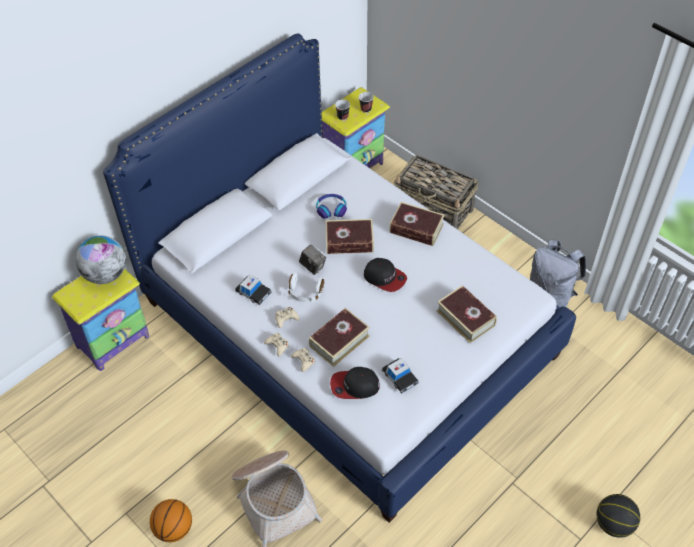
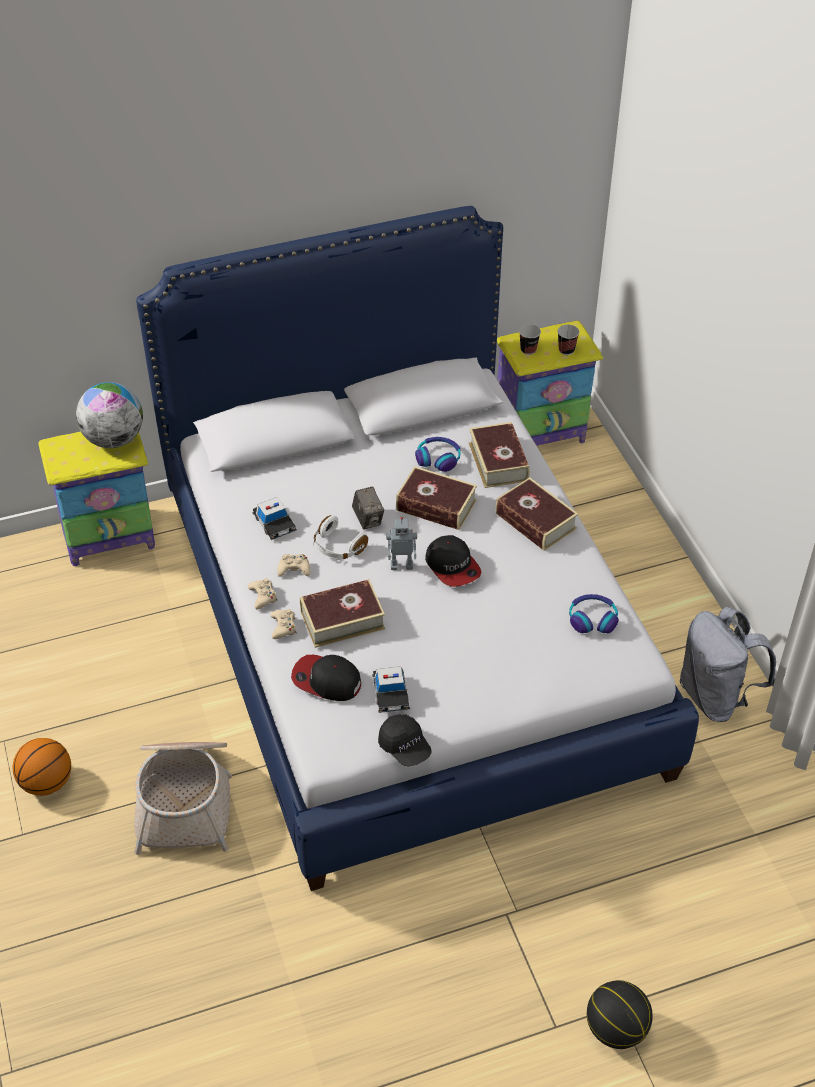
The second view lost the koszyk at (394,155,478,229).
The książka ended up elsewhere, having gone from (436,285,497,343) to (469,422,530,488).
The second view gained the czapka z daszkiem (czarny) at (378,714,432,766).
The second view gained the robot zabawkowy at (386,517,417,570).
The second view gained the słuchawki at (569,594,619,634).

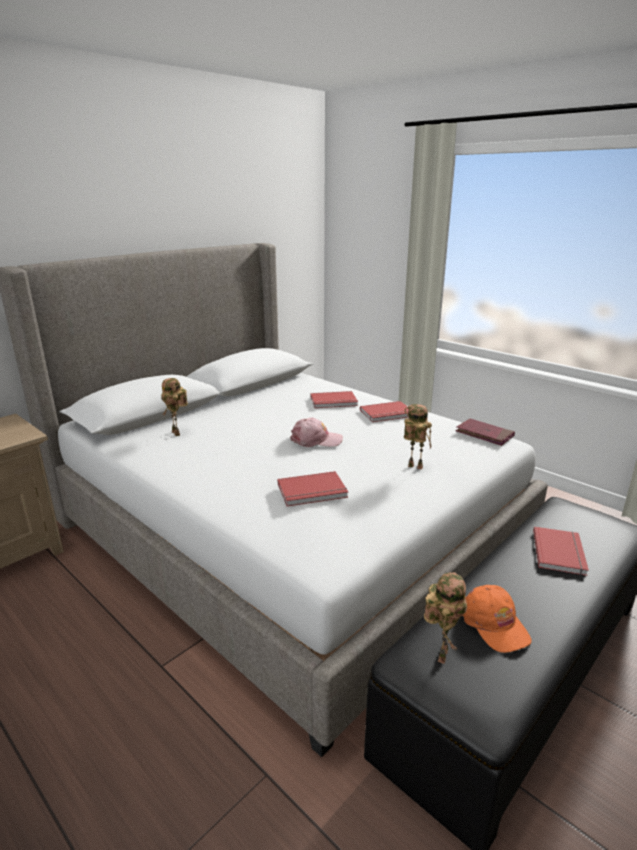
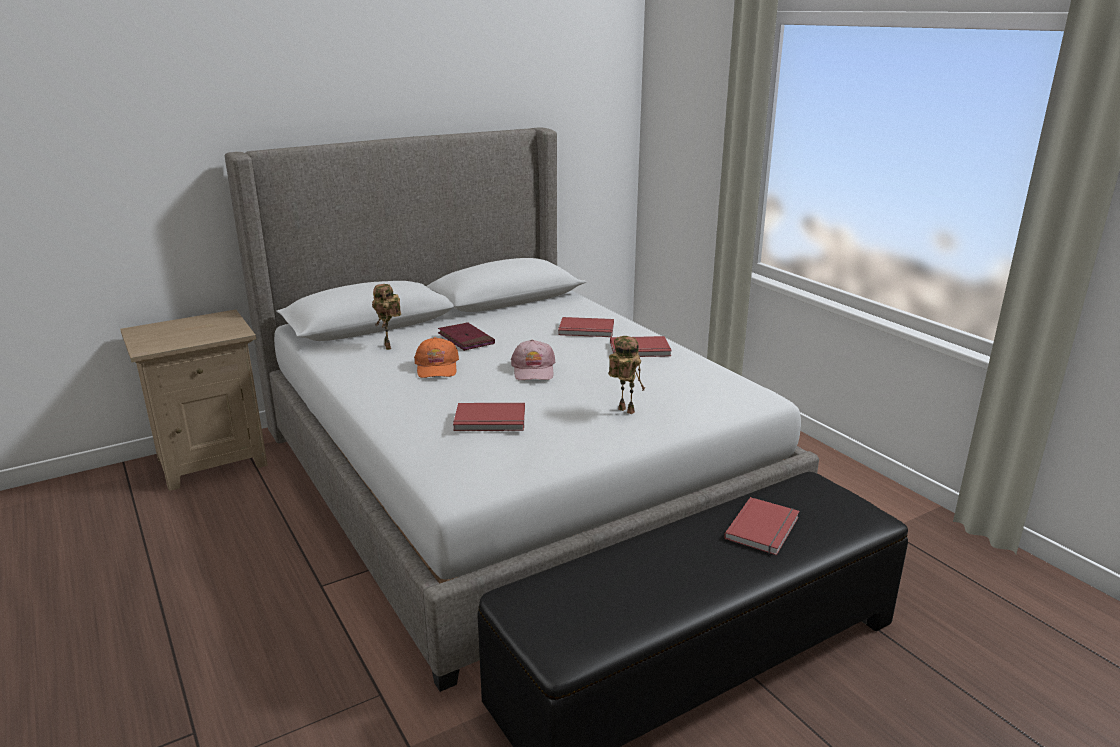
The czapka z daszkiem (różowy) at (290,418,343,447) ended up facing another way, 75 degrees clockwise from before.
The second view lost the robot zabawkowy at (424,572,467,664).
The książka (czerwony) ended up elsewhere, having gone from (456,419,515,446) to (438,322,495,351).
The czapka z daszkiem (pomarańczowy) ended up elsewhere, having gone from (462,585,532,653) to (414,337,459,378).

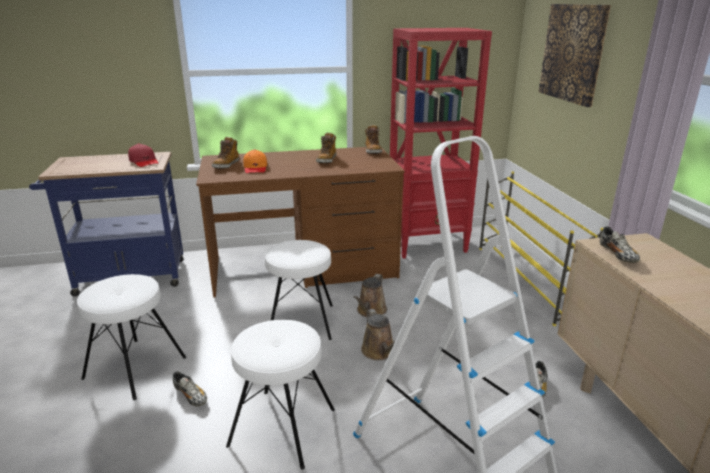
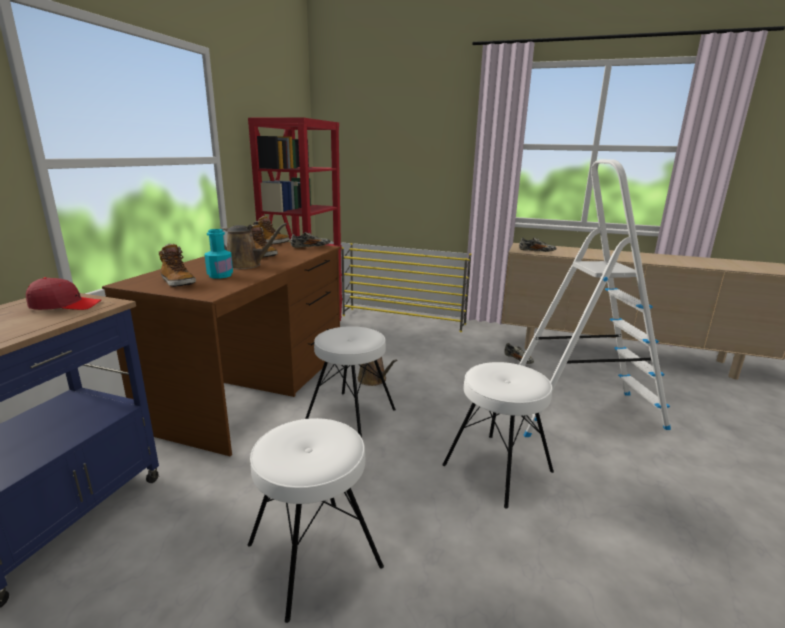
The but ended up elsewhere, having gone from (173,371,207,407) to (290,232,330,248).
Where the czapka z daszkiem (pomarańczowy) stood at (243,149,267,173), the butelka (turkusowy) came to stand at (205,229,233,279).
The konewka (brązowy) ended up elsewhere, having gone from (361,309,396,360) to (220,223,287,269).
The second view lost the obraz at (539,4,611,107).

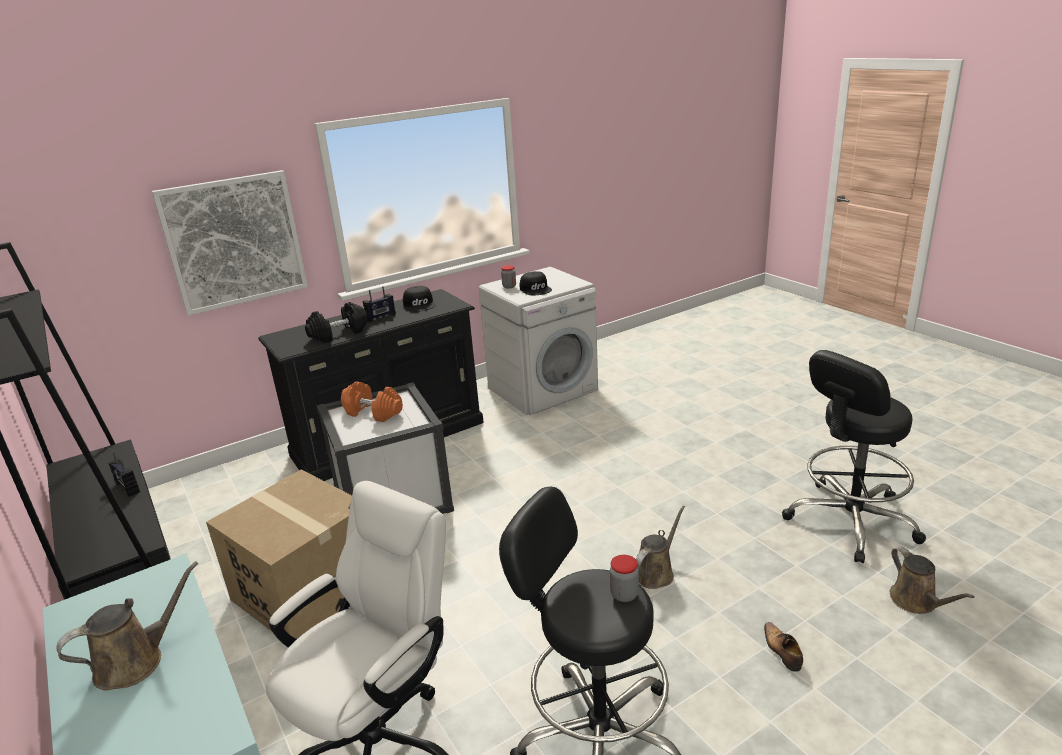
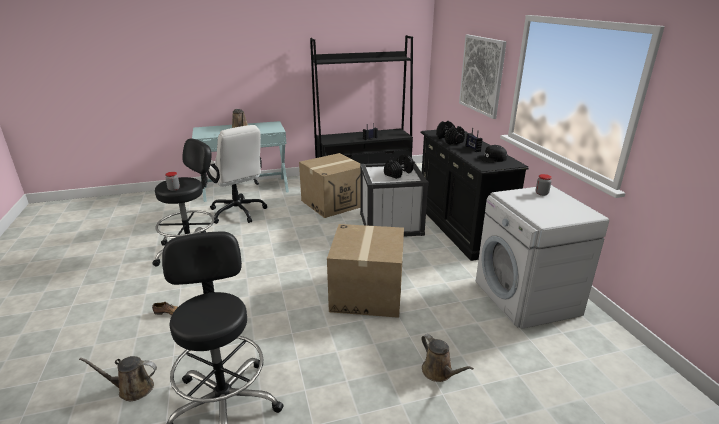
What was the hantel (pomarańczowy) at (341,382,403,422) turned into the hantel (czarny) at (384,154,414,179).
The second view lost the czapka z daszkiem (czarny) at (520,271,552,295).
The konewka (brązowy) ended up elsewhere, having gone from (636,505,685,589) to (421,334,474,382).
The second view gained the karton at (327,224,404,318).

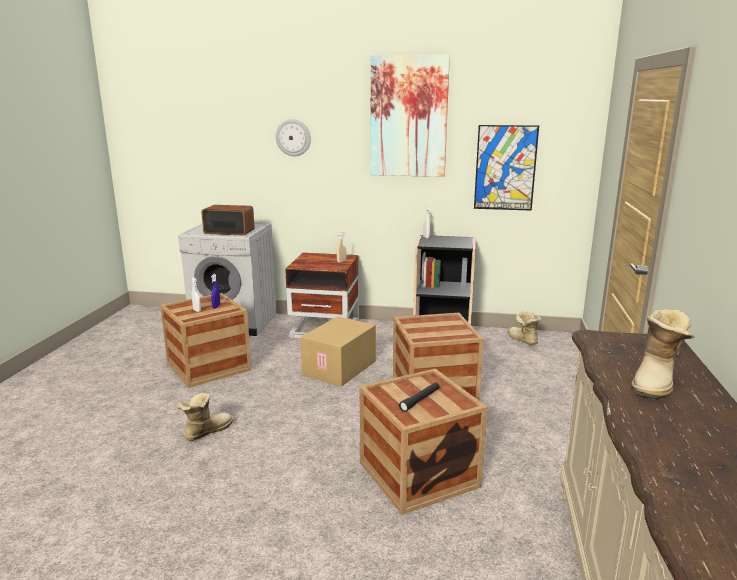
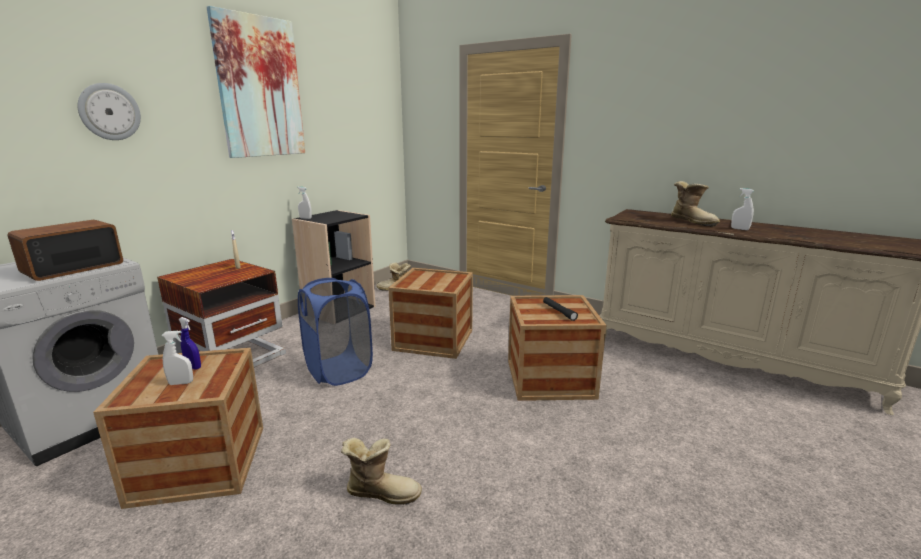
The but z cholewką at (177,393,234,441) ended up facing another way, 120 degrees clockwise from before.
Where the karton stood at (300,316,376,387), the kosz na pranie (niebieski) came to stand at (298,278,373,386).
The second view lost the obraz at (474,125,539,211).
The second view gained the spryskiwacz (biały) at (731,188,754,230).

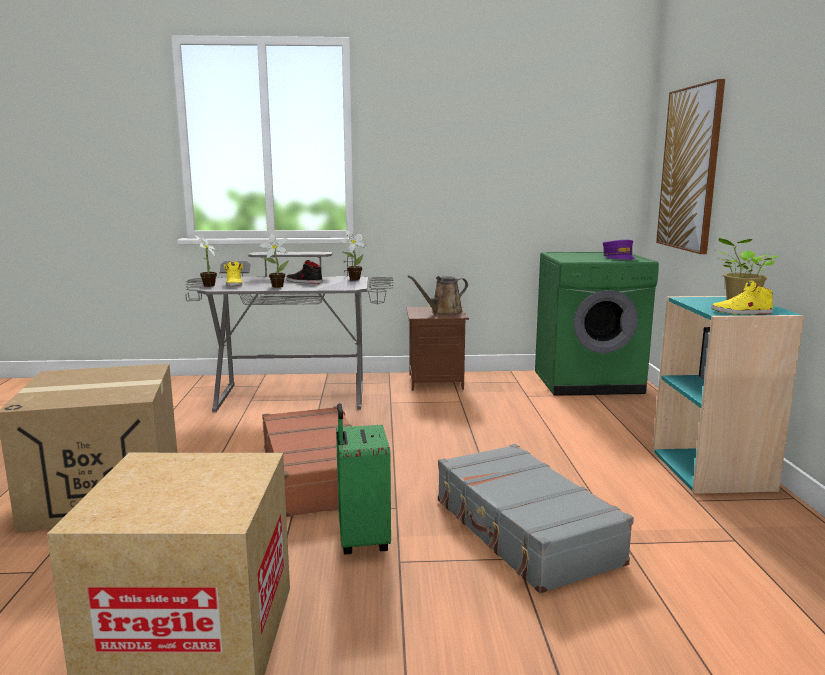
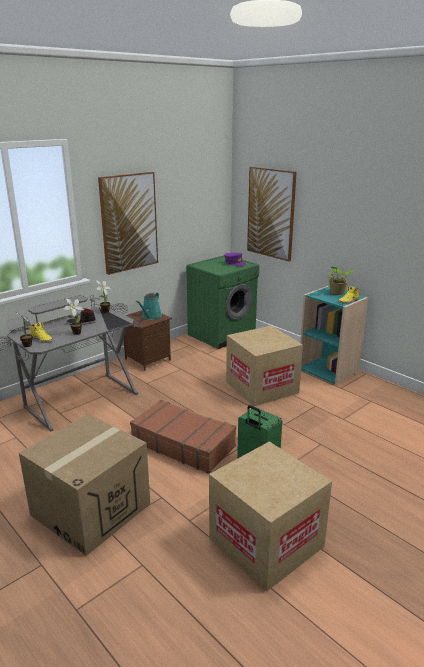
What was the konewka (brązowy) at (407,275,468,315) turned into the konewka (turkusowy) at (136,292,162,320).
The second view lost the walizka (szary) at (438,444,634,594).
The second view gained the obraz at (98,172,158,275).
The second view gained the karton at (226,325,303,406).

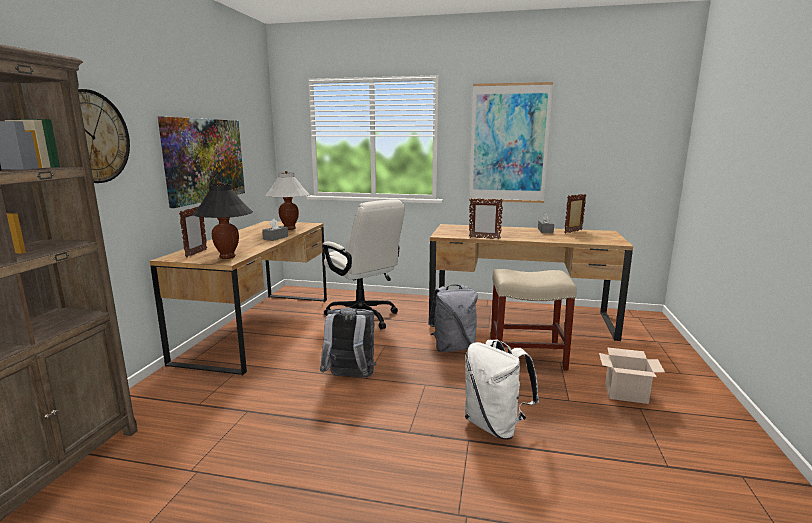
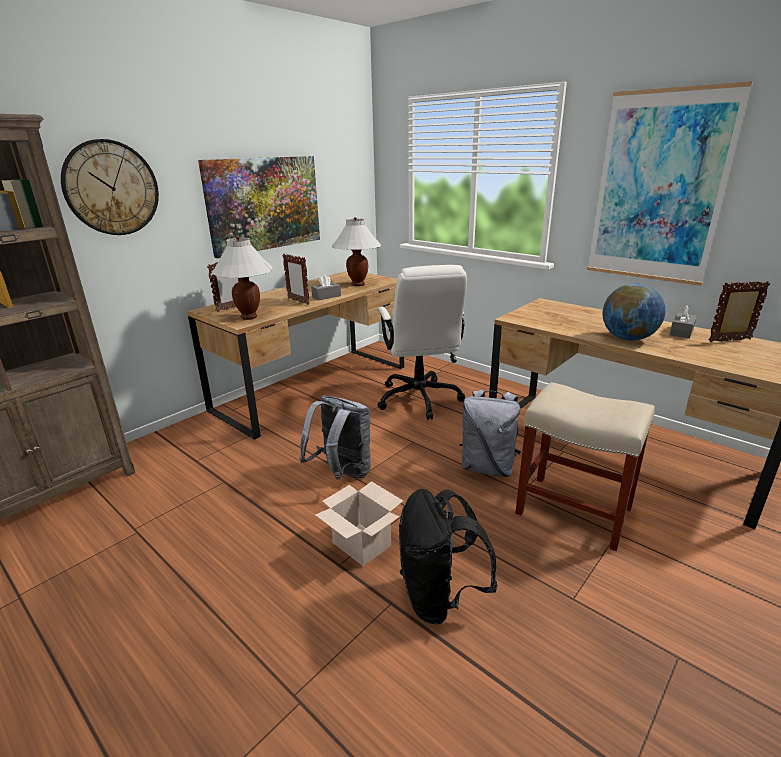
What was the lampa stołowa (czarny) at (192,182,253,259) turned into the lampa stołowa (biały) at (211,236,273,320).
What was the plecak (biały) at (465,340,539,439) turned into the plecak (czarny) at (399,489,497,624).
The ramka na zdjęcie ended up elsewhere, having gone from (469,198,503,239) to (282,254,310,305).
The karton ended up elsewhere, having gone from (599,347,665,404) to (315,481,403,566).
The second view gained the globus at (602,283,666,341).

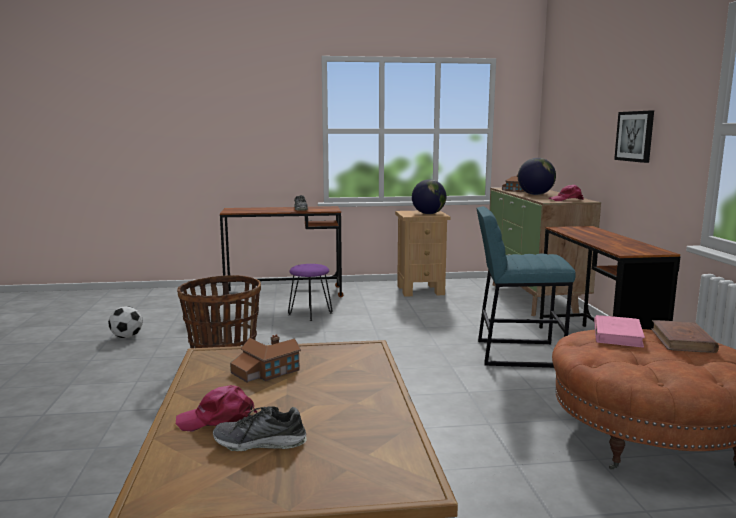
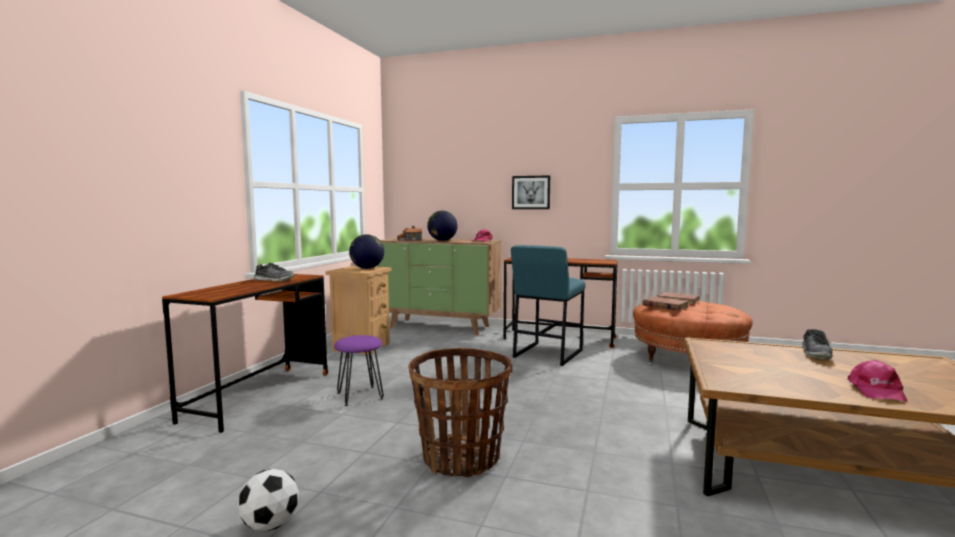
The but ended up elsewhere, having gone from (213,406,307,451) to (802,329,833,359).
The second view lost the domek at (230,334,301,383).
What was the książka (różowy) at (594,315,645,348) turned into the książka (brązowy) at (642,297,689,311).

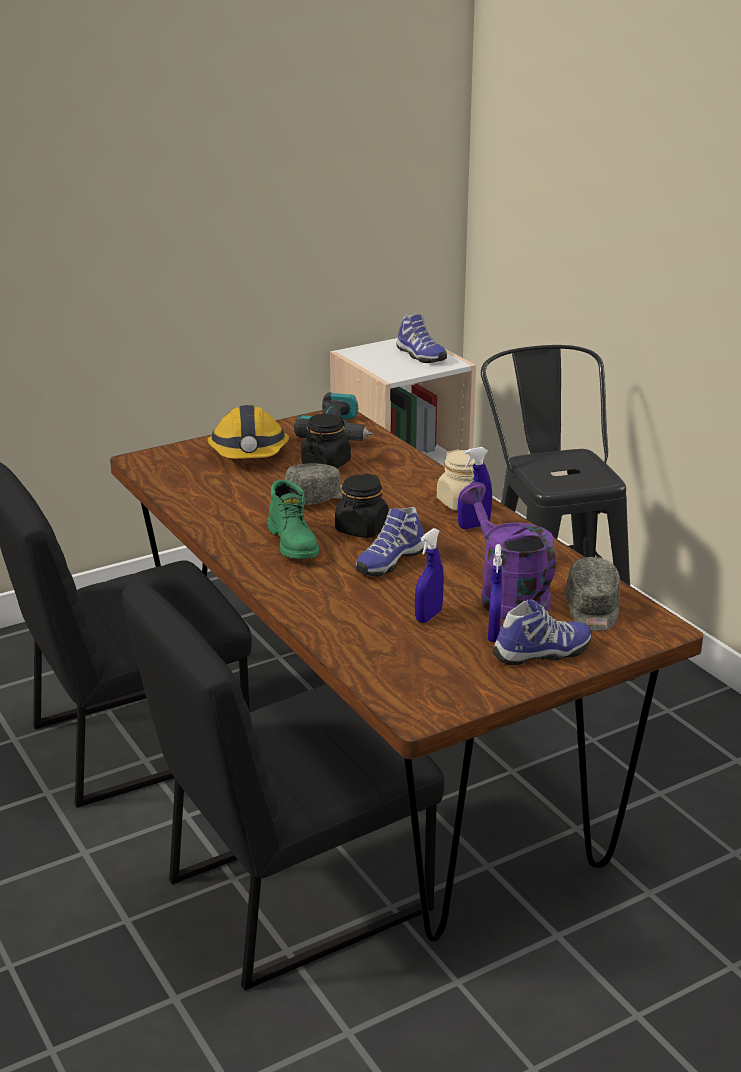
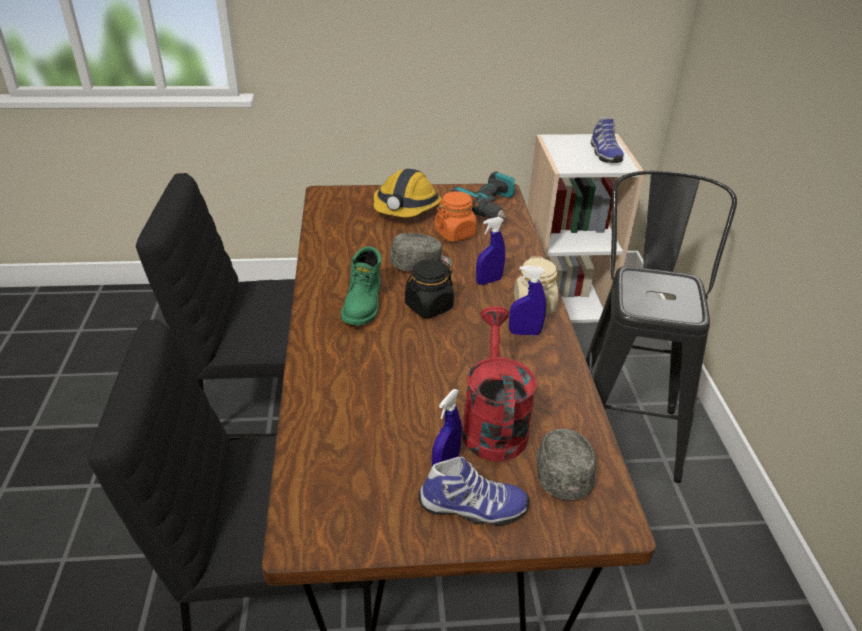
What was the słoik (czarny) at (301,414,351,468) turned into the słoik (pomarańczowy) at (435,191,478,242).
The second view lost the but at (356,507,425,577).
The spryskiwacz (niebieski) ended up elsewhere, having gone from (415,528,444,623) to (476,217,505,285).
What was the konewka (fioletowy) at (459,482,556,619) turned into the konewka (czerwony) at (462,306,537,462).
The czapka z daszkiem (szary) at (566,557,620,631) ended up facing another way, 150 degrees clockwise from before.

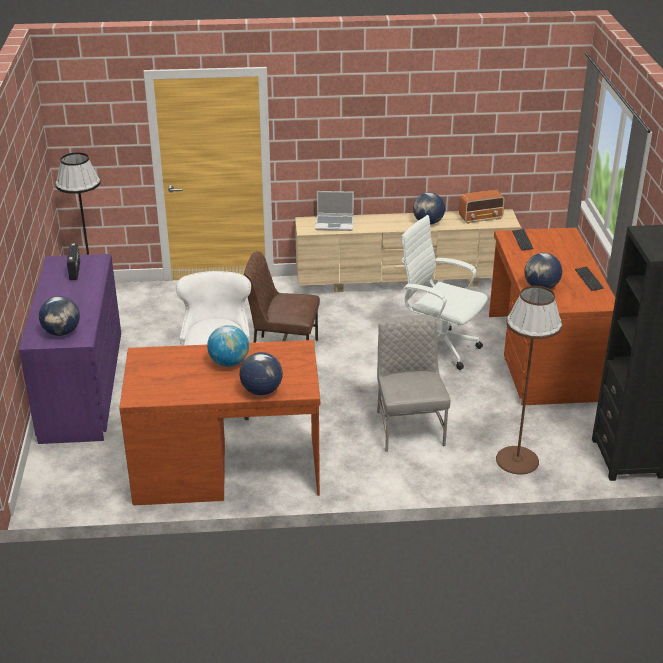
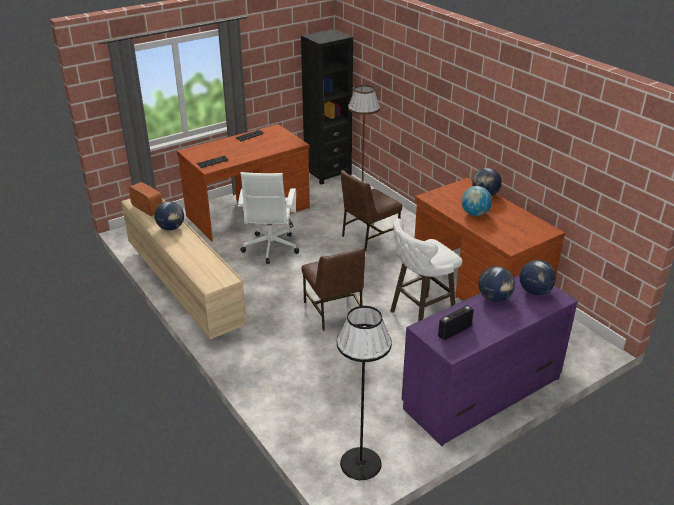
The second view lost the laptop at (315,191,354,231).
What was the krzesło (szary) at (377,315,450,452) turned into the krzesło (brązowy) at (341,170,402,252).
The globus ended up elsewhere, having gone from (524,253,562,289) to (478,266,515,302).

